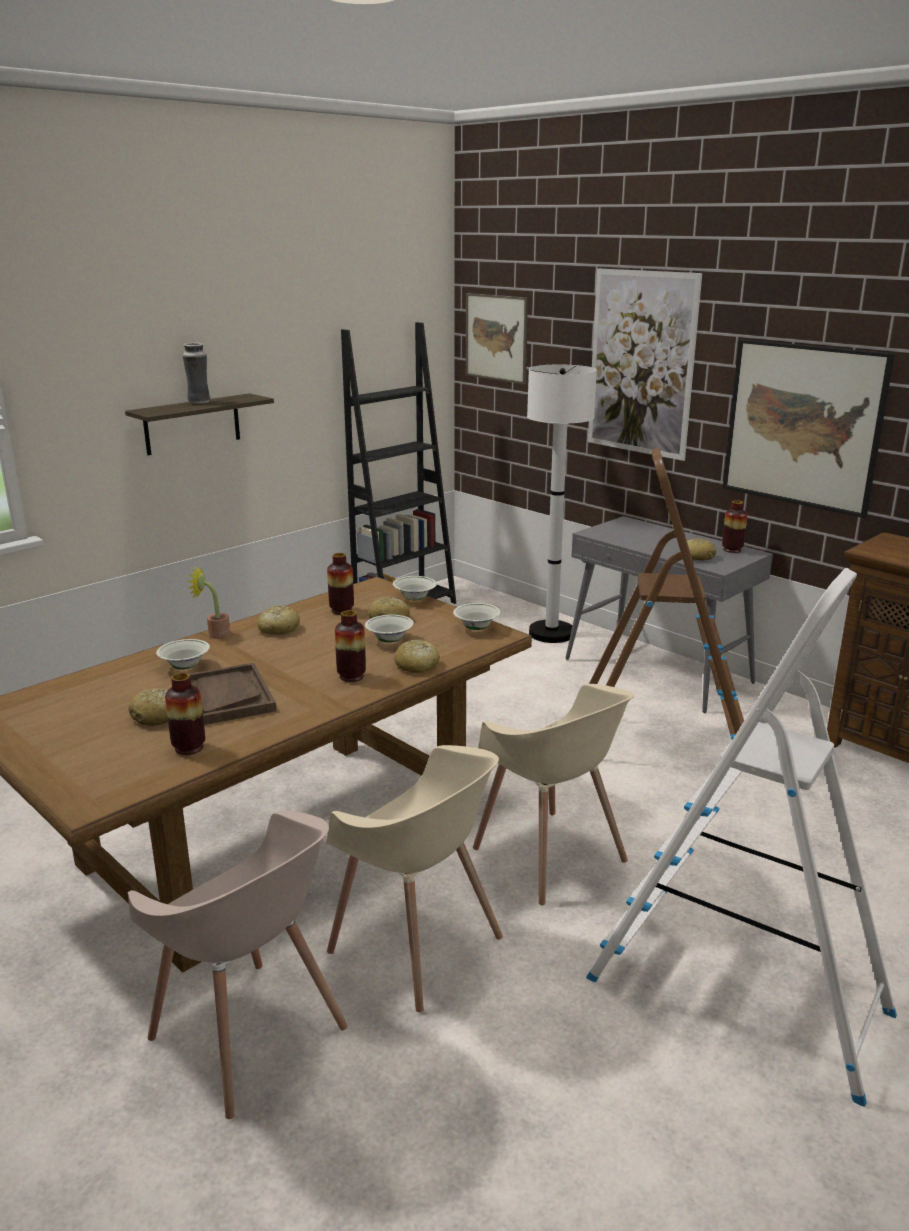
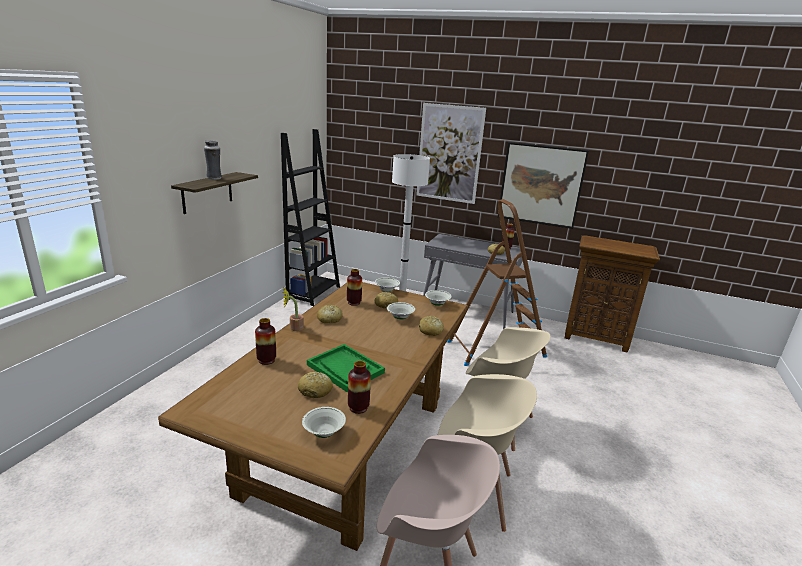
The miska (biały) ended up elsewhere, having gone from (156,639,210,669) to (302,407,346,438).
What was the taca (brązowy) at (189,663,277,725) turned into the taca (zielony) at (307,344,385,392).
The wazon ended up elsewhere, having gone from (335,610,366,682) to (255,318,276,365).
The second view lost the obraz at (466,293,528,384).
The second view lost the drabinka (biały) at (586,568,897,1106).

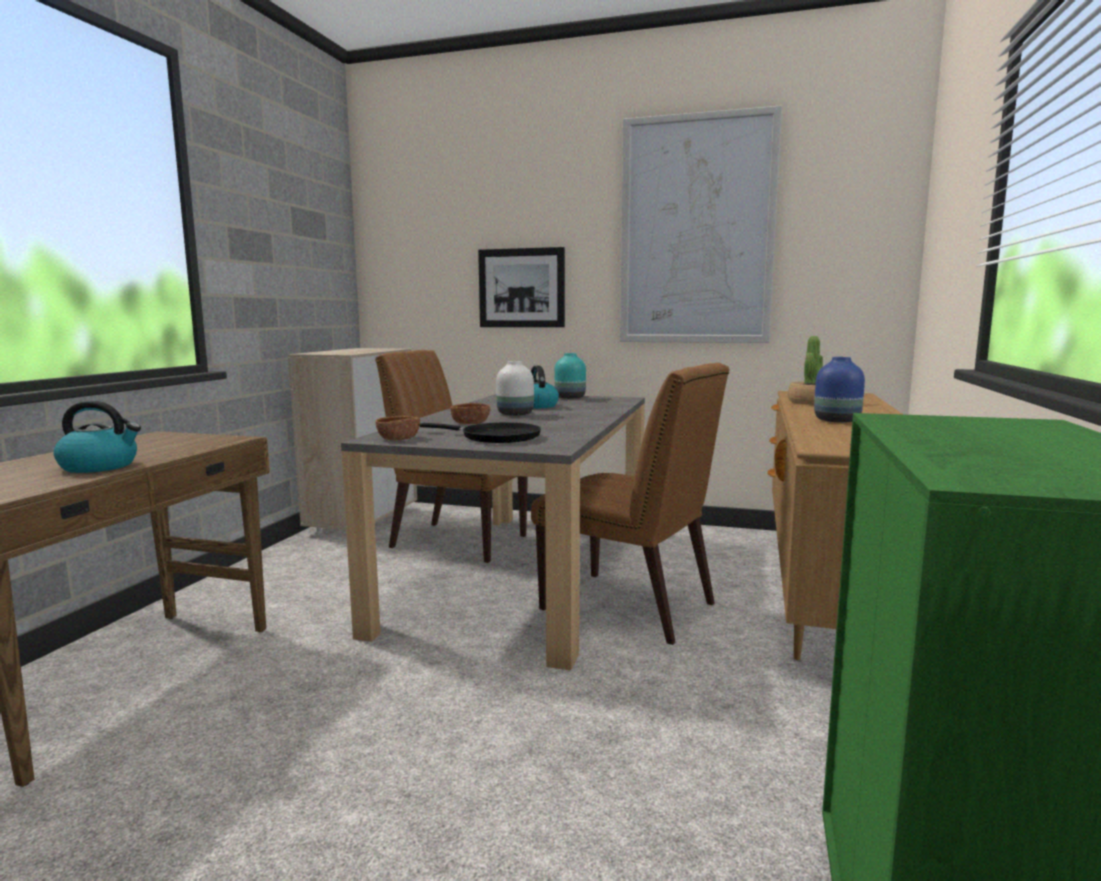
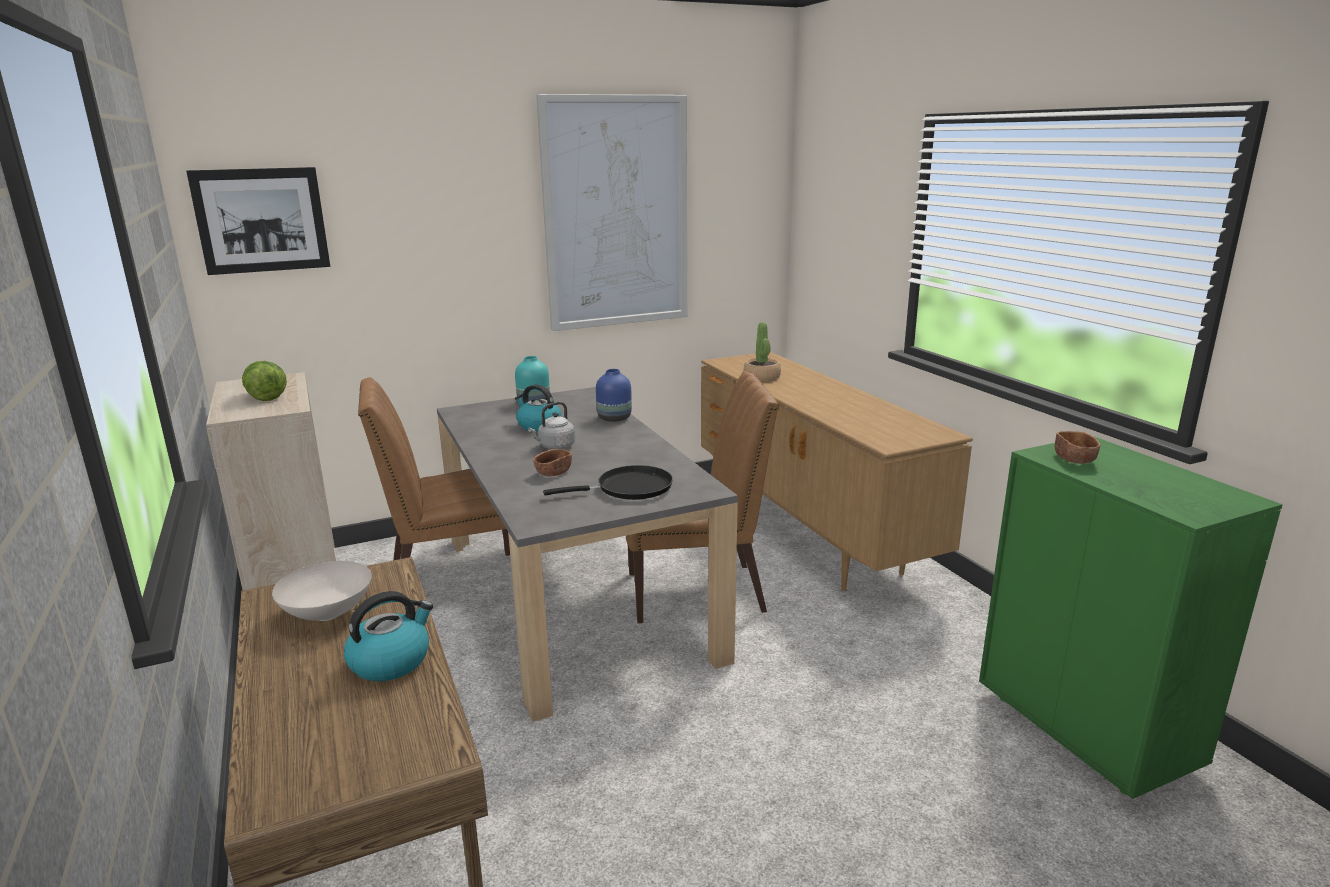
The miska (brązowy) ended up elsewhere, having gone from (375,416,420,440) to (1055,431,1100,464).
The obraz ended up elsewhere, having gone from (478,247,565,327) to (186,167,330,275).
Where the wazon (biały) stood at (496,361,534,416), the czajnik (szary) came to stand at (528,402,575,449).
The wazon (niebieski) ended up elsewhere, having gone from (814,357,865,422) to (596,369,632,422).
The second view gained the sałata at (242,361,287,401).
The second view gained the miska (biały) at (272,561,372,621).

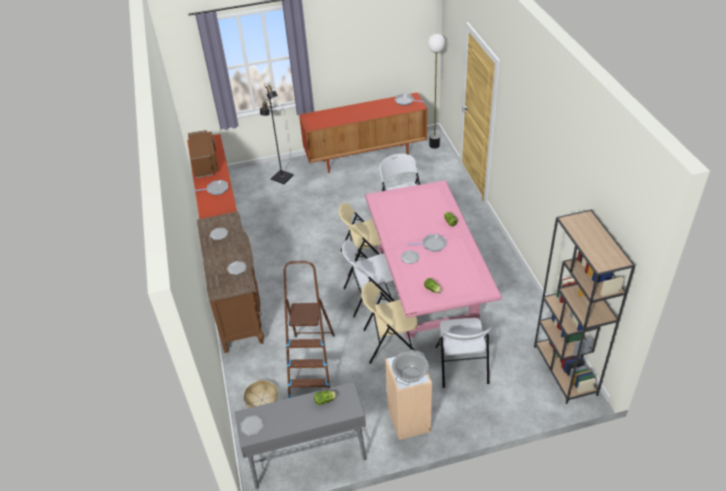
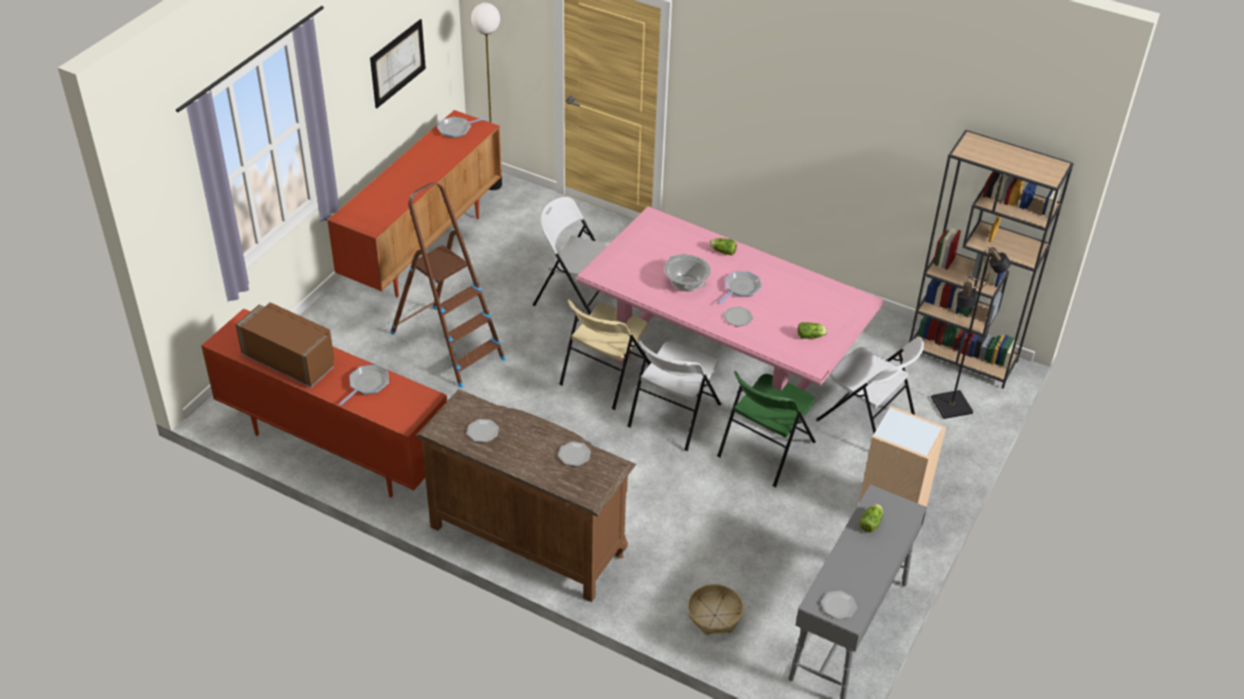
The lampa stojąca (czarny) ended up elsewhere, having gone from (260,83,294,184) to (931,247,1011,419).
The drabinka (brązowy) ended up elsewhere, having gone from (284,261,335,398) to (390,182,506,388).
What was the krzesło (beżowy) at (361,282,417,364) turned into the krzesło (zielony) at (717,371,816,487).
The garnek ended up elsewhere, having gone from (392,350,429,385) to (664,254,711,292).
The second view gained the obraz at (370,19,426,109).

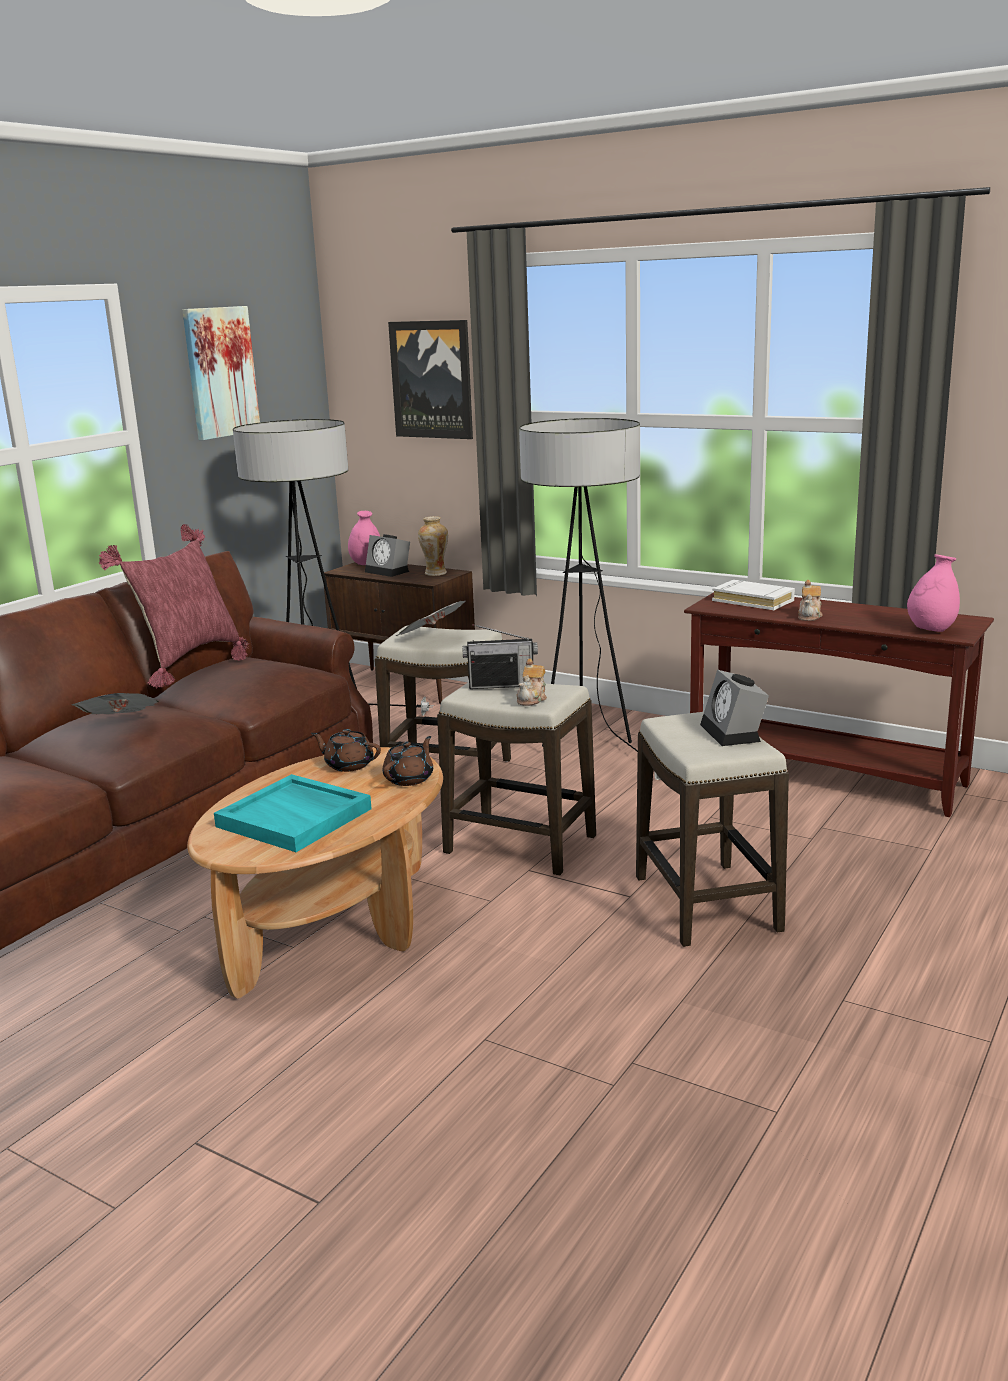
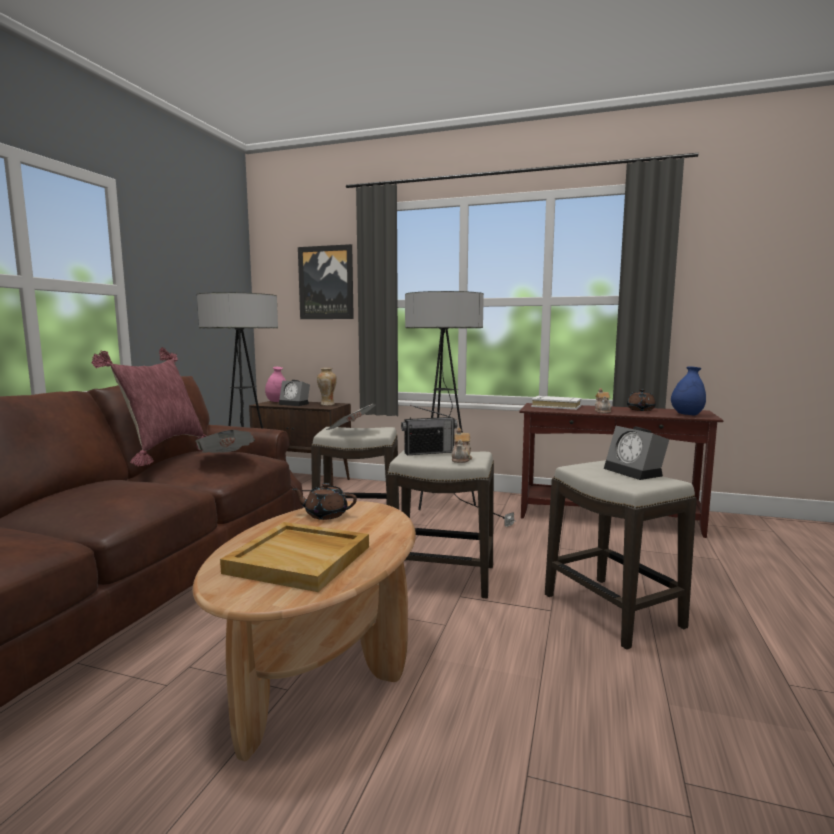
The gazeta ended up elsewhere, having gone from (72,693,159,714) to (195,430,255,453).
The second view lost the obraz at (182,306,260,440).
What was the taca (turkusowy) at (214,774,372,852) turned into the taca (beżowy) at (220,522,369,592).
The imbryk (brązowy) ended up elsewhere, having gone from (383,736,433,786) to (627,389,656,411).
What was the wazon (różowy) at (907,554,960,632) turned into the wazon (niebieski) at (671,367,706,416).

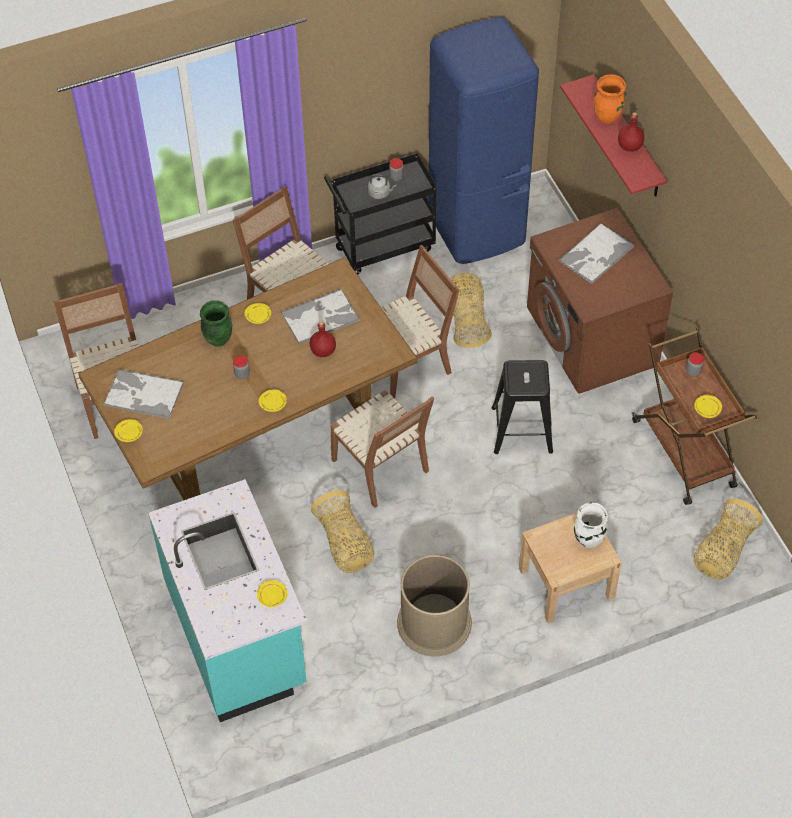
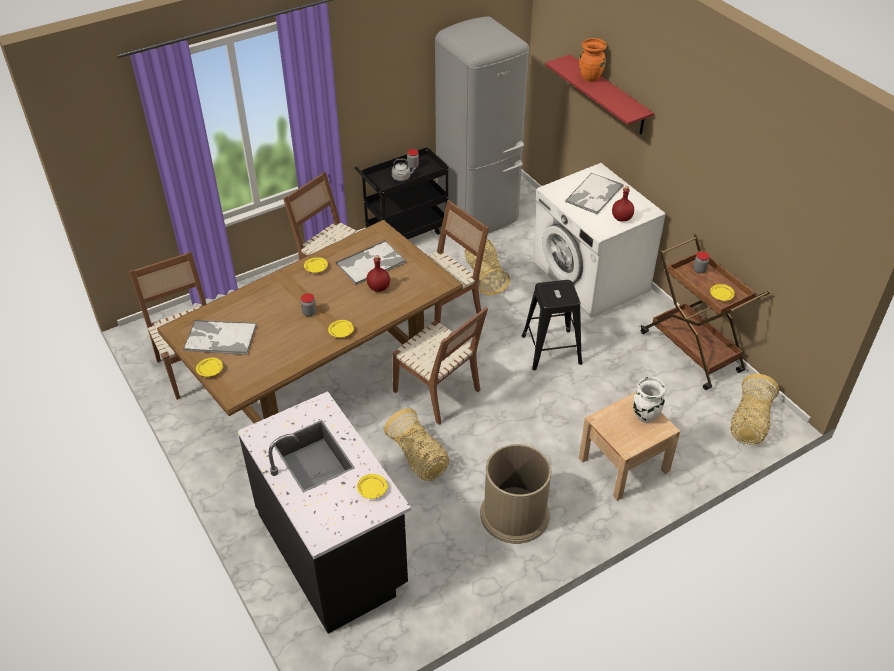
What was the zabudowa kuchenna (turkusowy) at (148,479,307,722) turned into the zabudowa kuchenna (czarny) at (237,391,411,634).
The second view lost the wazon (zielony) at (200,300,232,347).
What was the lodówka (niebieski) at (428,17,539,264) turned into the lodówka (szary) at (435,16,529,233).
What was the pralka (brązowy) at (527,208,673,394) turned into the pralka (biały) at (533,163,666,318).
The butelka (czerwony) ended up elsewhere, having gone from (618,112,644,152) to (612,186,634,222).

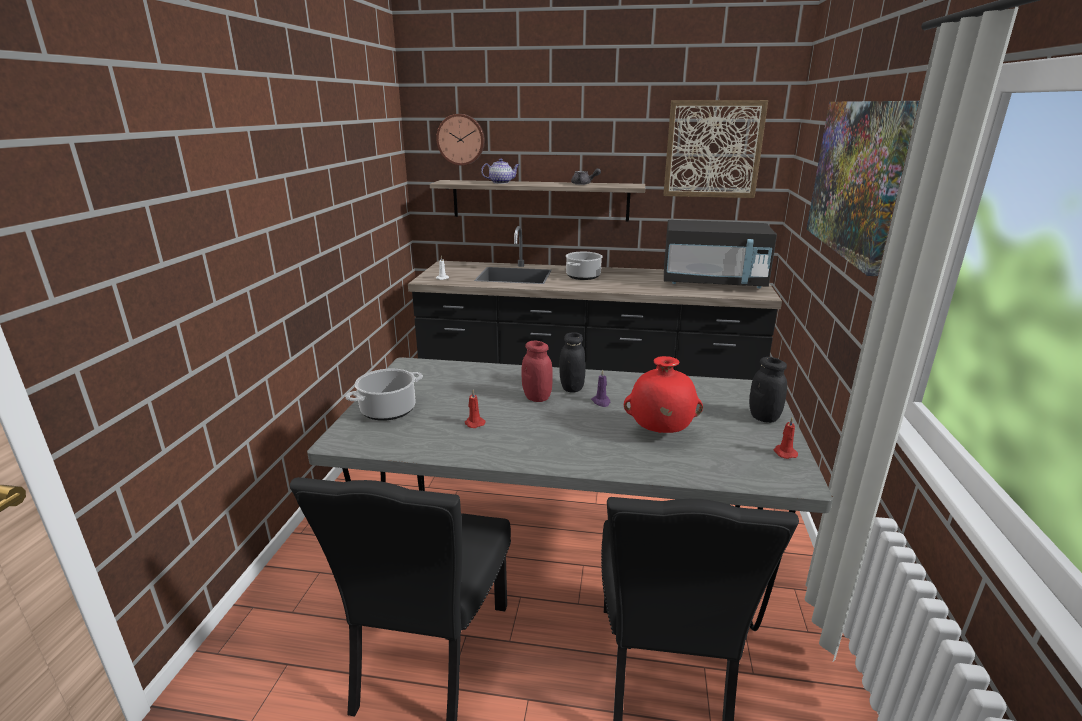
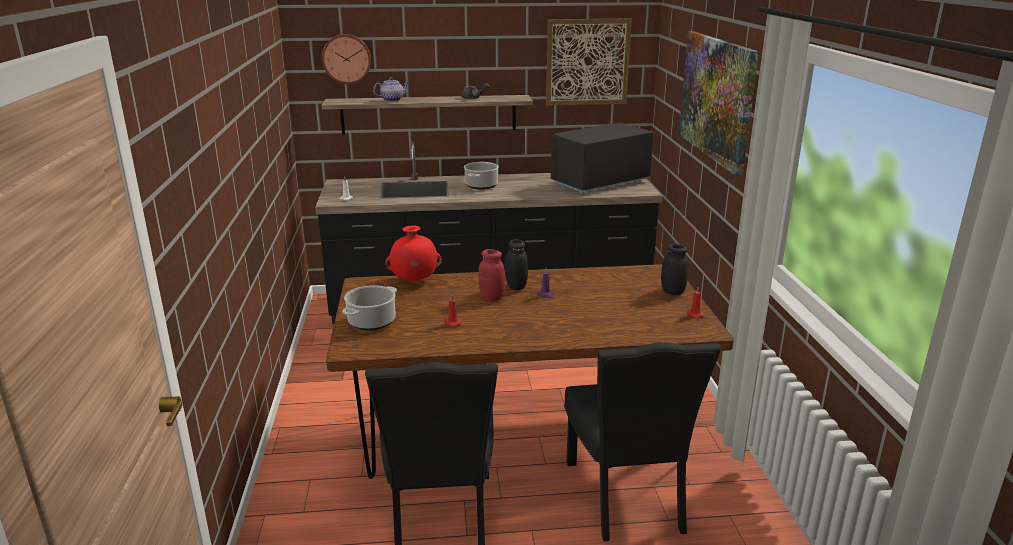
What was the stół jadalny (szary) at (307,357,833,631) turned into the stół jadalny (brązowy) at (326,264,734,479).
The wazon (czerwony) ended up elsewhere, having gone from (624,356,703,433) to (385,226,442,282).
The mikrofalówka (czarny) at (664,220,777,289) ended up facing another way, 150 degrees clockwise from before.

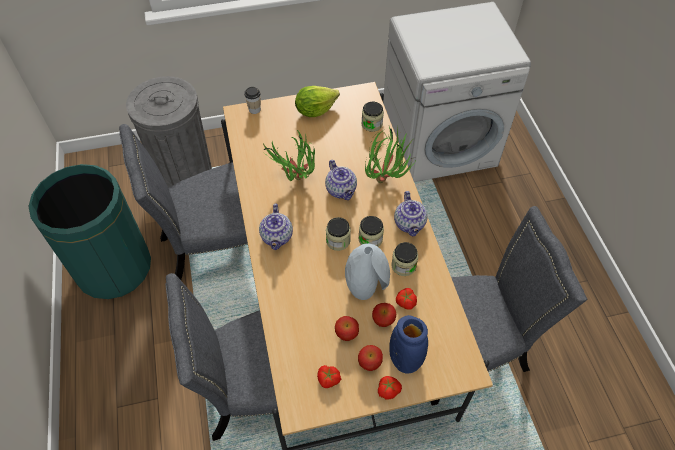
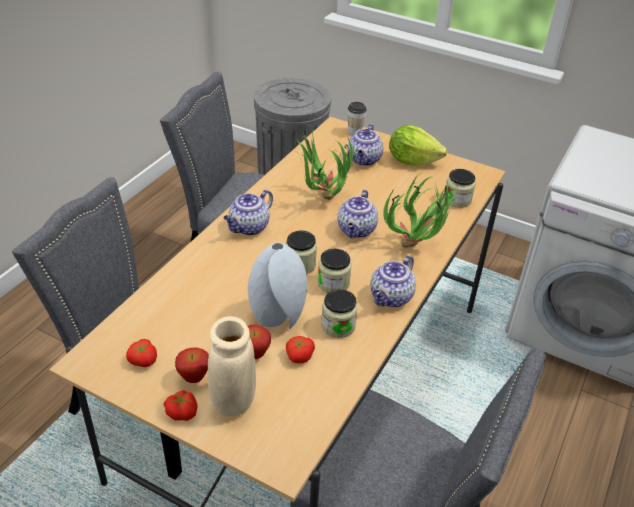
The second view lost the kosz na śmieci (zielony) at (28,164,151,299).
The second view lost the jabłko at (335,316,359,341).
What was the wazon (niebieski) at (389,315,428,374) turned into the wazon (beżowy) at (208,316,256,416).
The second view gained the imbryk at (348,124,384,166).

